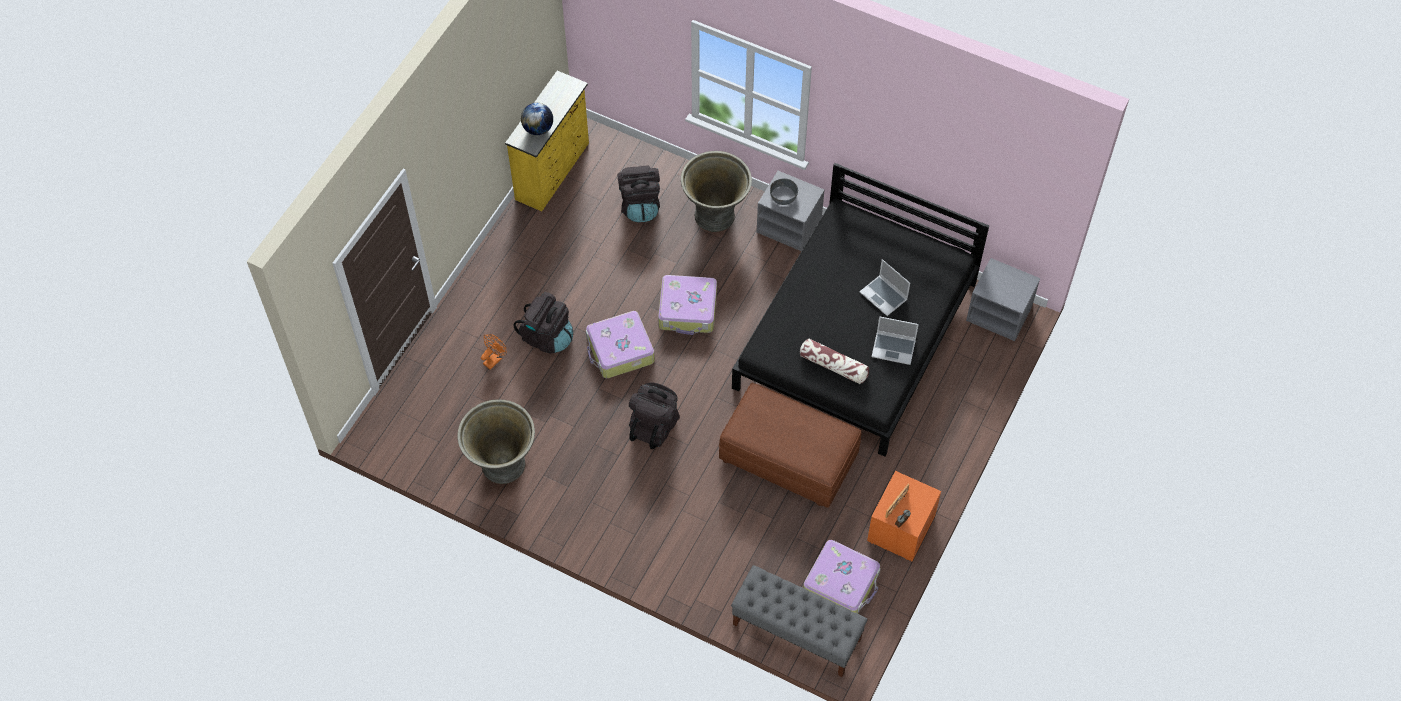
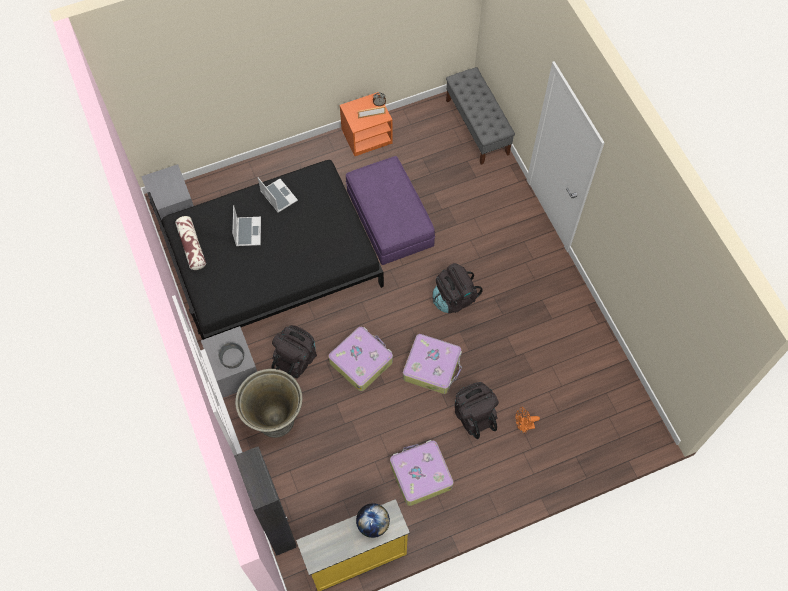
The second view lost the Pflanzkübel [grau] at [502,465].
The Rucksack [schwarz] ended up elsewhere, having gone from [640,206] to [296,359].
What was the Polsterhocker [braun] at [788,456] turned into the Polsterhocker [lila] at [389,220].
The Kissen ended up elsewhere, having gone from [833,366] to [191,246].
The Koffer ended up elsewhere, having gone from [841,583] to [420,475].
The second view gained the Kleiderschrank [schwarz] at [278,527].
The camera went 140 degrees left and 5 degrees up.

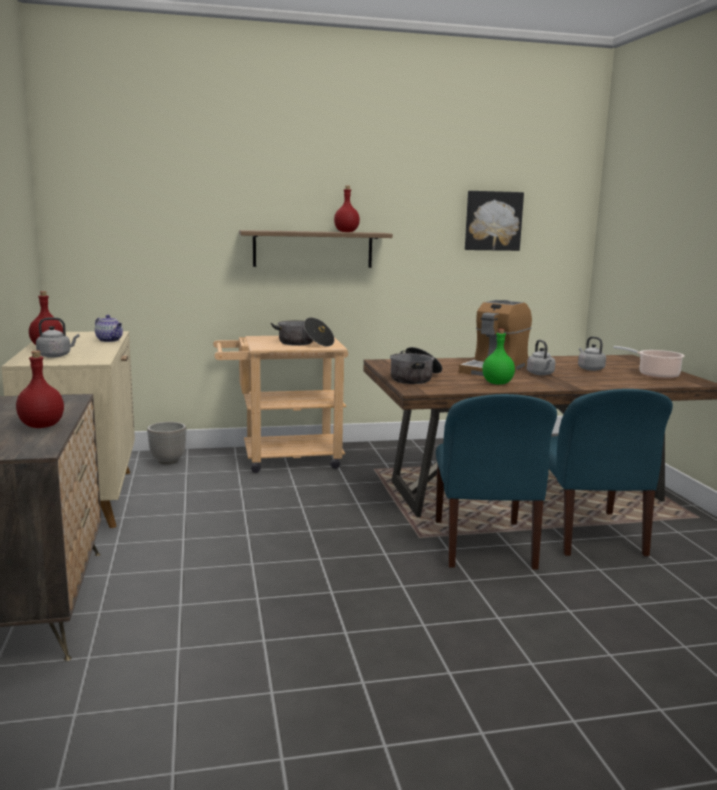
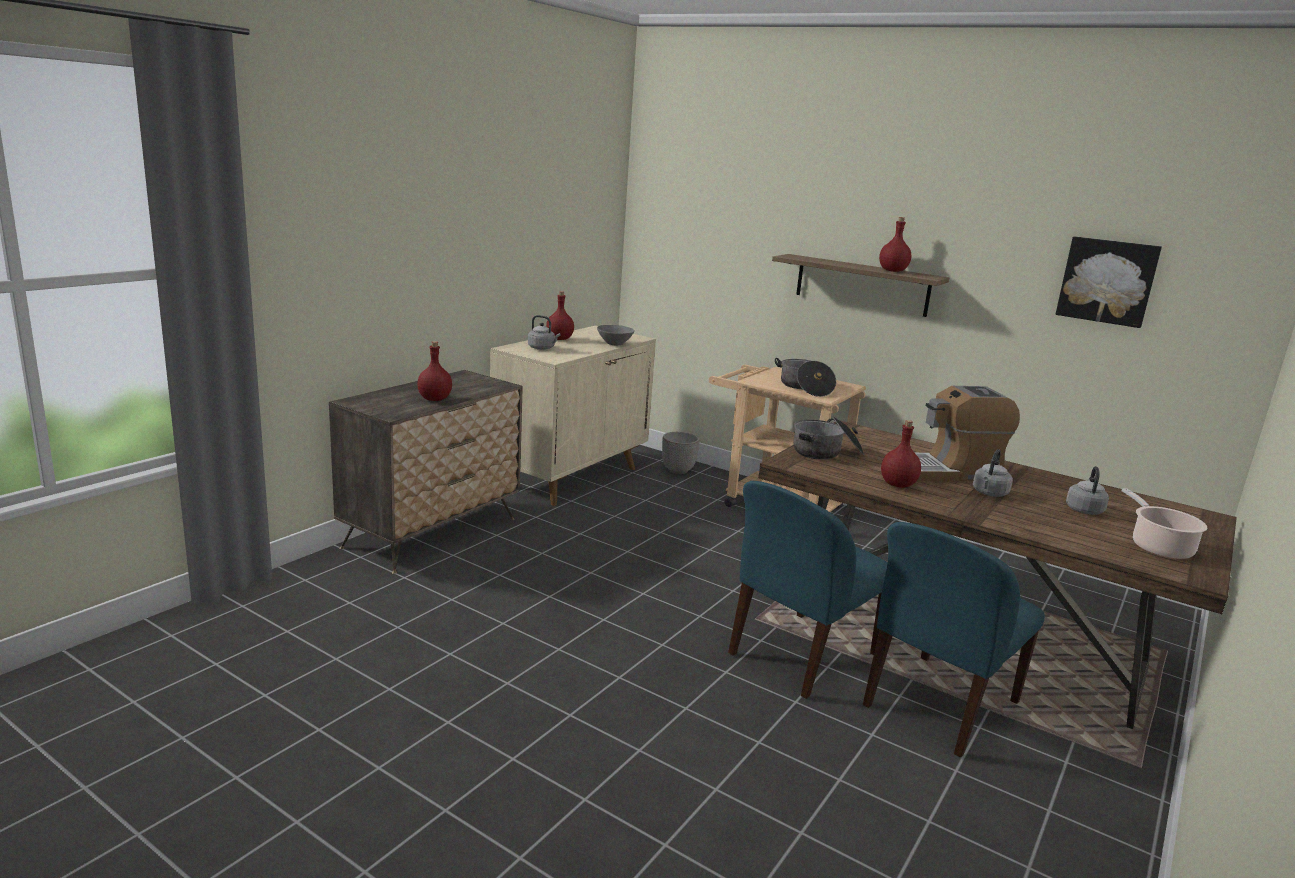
Where the Teekanne stood at [110,340], the Schüssel [grau] came to stand at [615,344].
What was the Flasche [grün] at [497,383] turned into the Flasche [rot] at [898,484].
The camera went 45 degrees right and 5 degrees up.

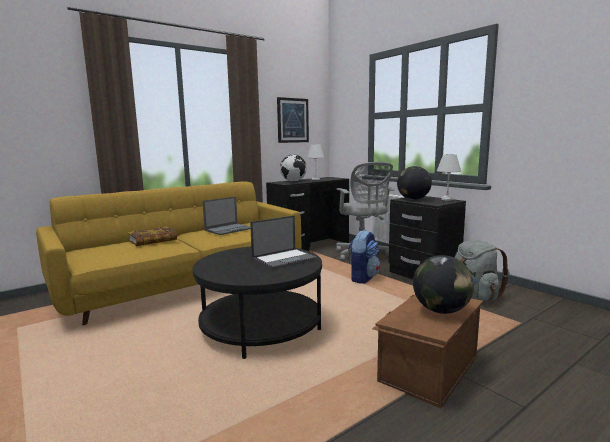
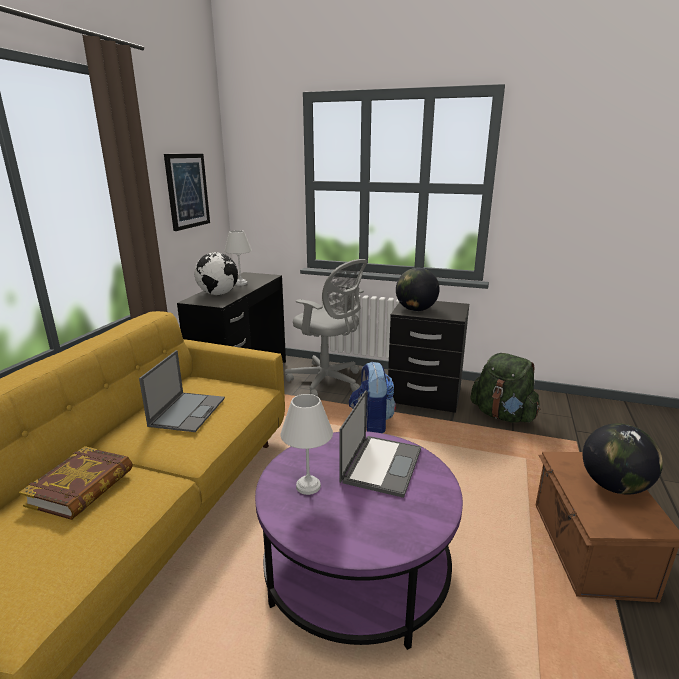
What was the Couchtisch [schwarz] at [261,327] turned into the Couchtisch [lila] at [356,570].
The Tischlampe [weiß] ended up elsewhere, having gone from [447,199] to [309,485].
What was the Rucksack [grau] at [474,296] turned into the Rucksack [grün] at [503,415].
The camera went 35 degrees left and 10 degrees up.

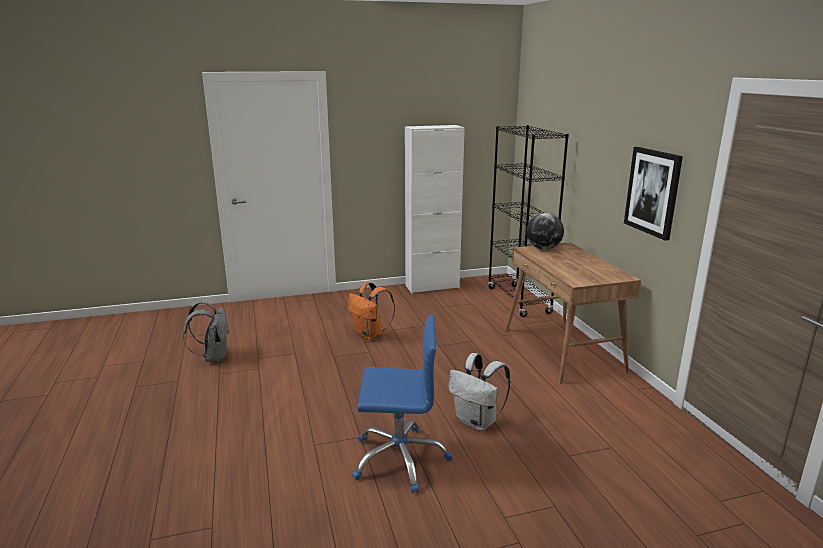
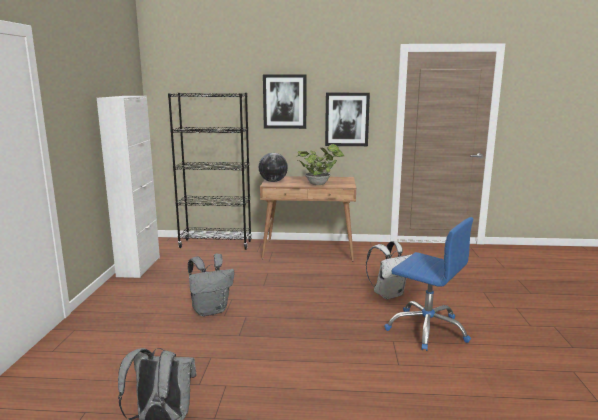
What was the Rucksack [orange] at [370,335] turned into the Rucksack [grau] at [211,310].
The Bürostuhl [blau] at [400,458] ended up facing another way, 105 degrees clockwise from before.
The second view gained the Bild at [285,101].
The second view gained the Topfpflanze at [319,184].
The camera went 70 degrees left and 5 degrees down.

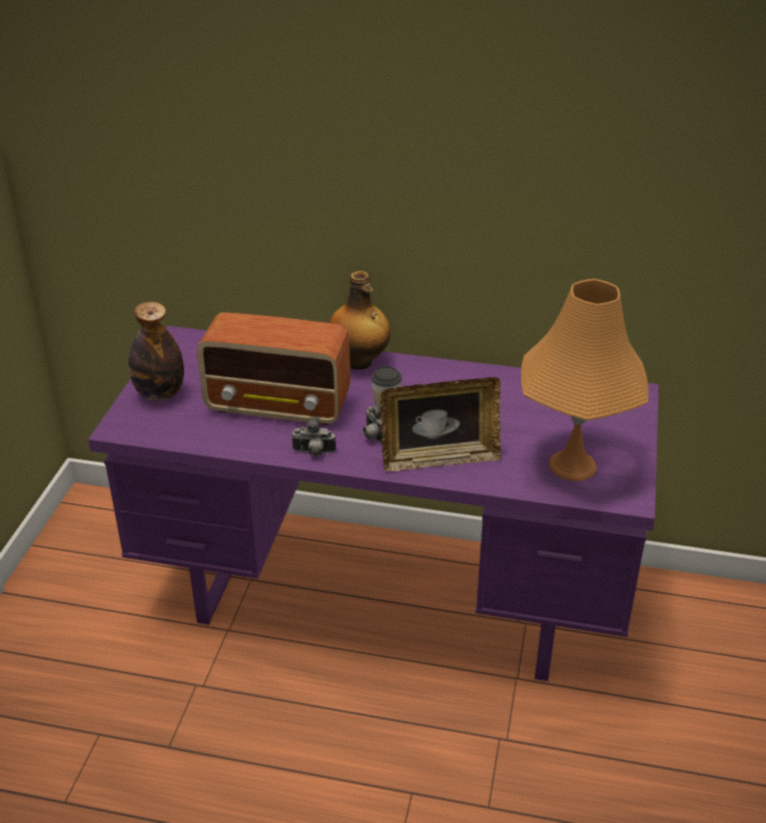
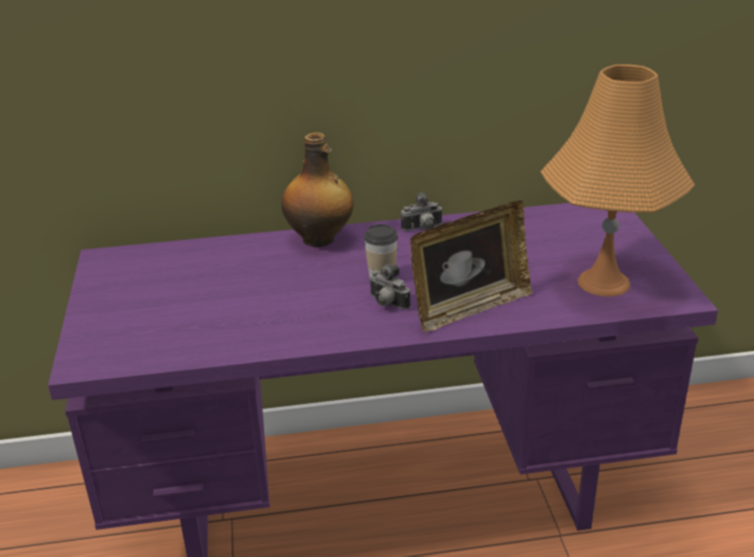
The second view lost the Flasche at [160,394].
The second view lost the Radio at [279,406].
The Kamera ended up elsewhere, having gone from [313,453] to [423,229].
The camera went 20 degrees left and 5 degrees down.

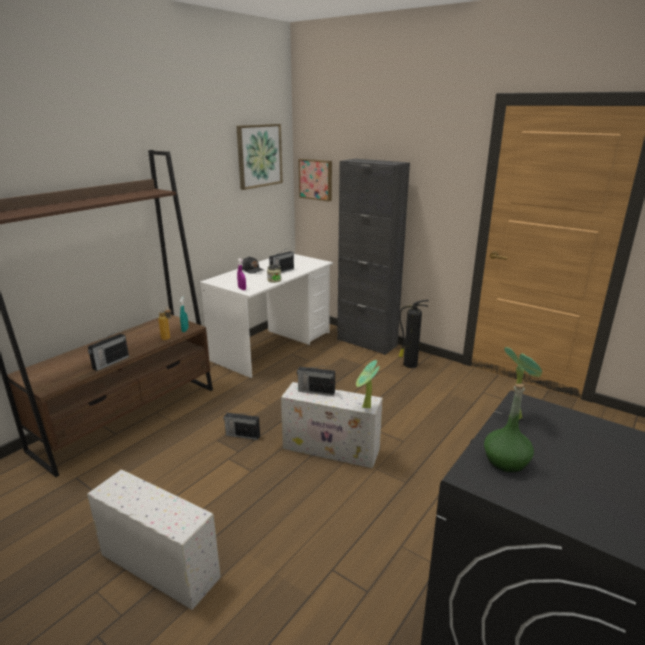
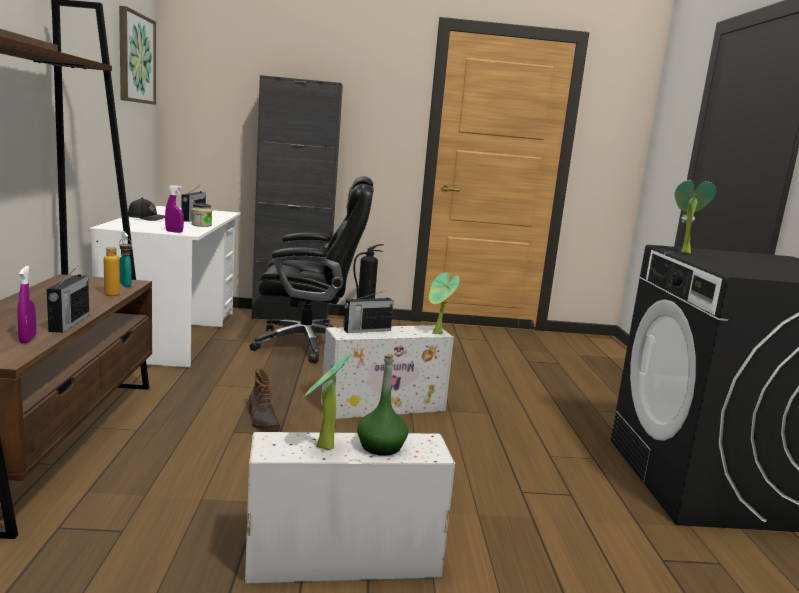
Where the Radio stood at [242,435], the Stiefel came to stand at [261,420].
The second view lost the Bild at [316,179].
The Flasche [grün] ended up elsewhere, having gone from [505,461] to [381,447].
The second view gained the Sprühflasche [lila] at [28,339].
The second view gained the Bürostuhl [schwarz] at [309,344].
The second view gained the Topfpflanze at [322,448].
The camera went 40 degrees left and 10 degrees down.

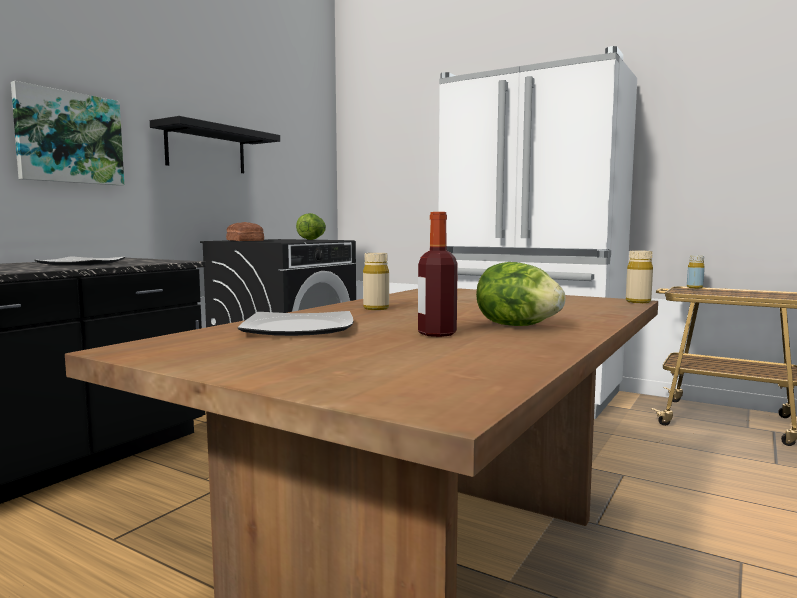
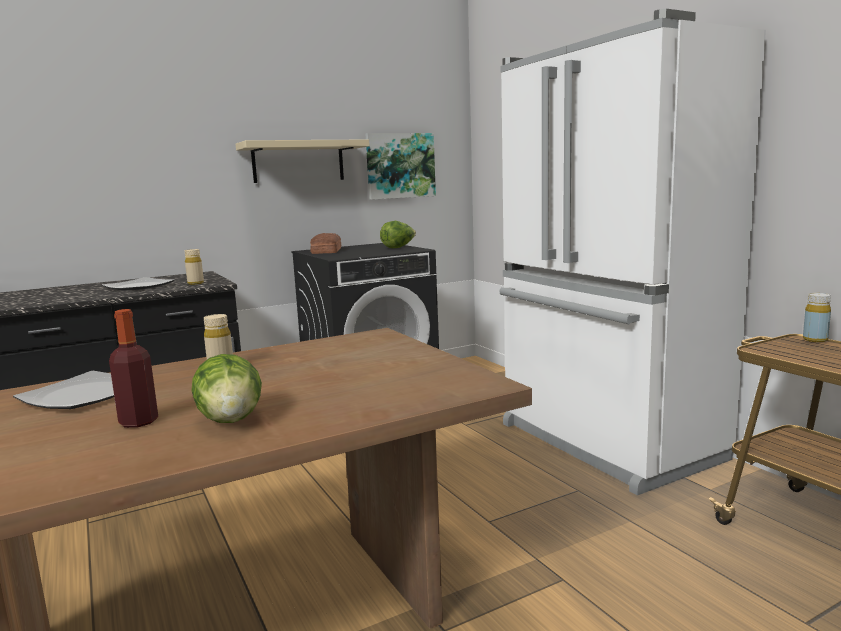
The Bild ended up elsewhere, having gone from [69,138] to [400,166].
What was the Wandregal [schwarz] at [206,149] turned into the Wandregal [beige] at [298,162].
The Flasche [beige] ended up elsewhere, having gone from [638,302] to [195,283].
The camera went 30 degrees right and 5 degrees up.

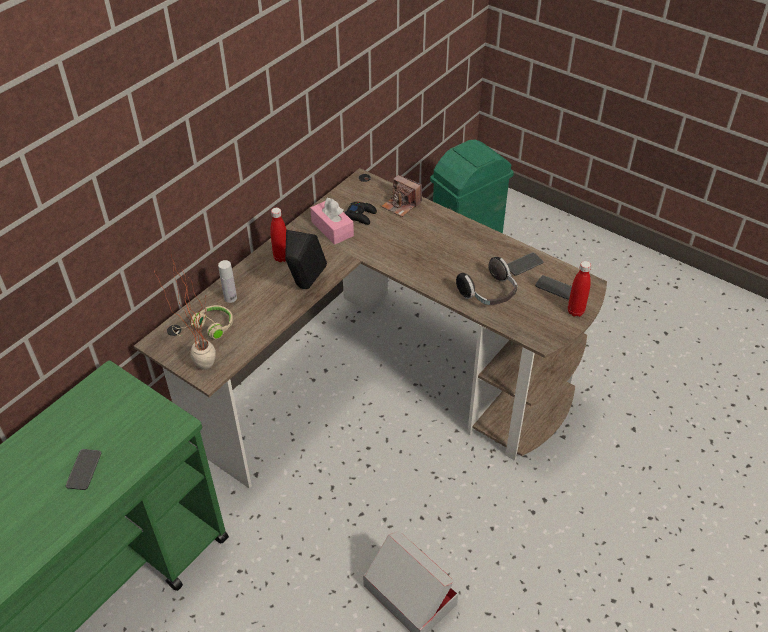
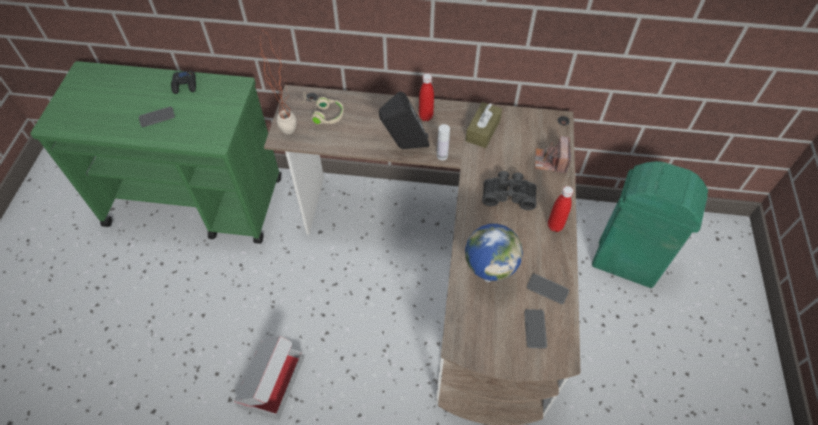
The Flasche [weiß] ended up elsewhere, having gone from [230,298] to [442,156].
What was the Taschentuchbox [rosa] at [332,229] turned into the Taschentuchbox [braun] at [483,130].
The Gamepad [schwarz] ended up elsewhere, having gone from [361,216] to [185,85].
Where the Kopfhörer stood at [489,294], the Globus came to stand at [487,277].
The Flasche [rot] ended up elsewhere, having gone from [575,311] to [555,226].
The second view gained the Fernglas [schwarz] at [508,194].
The camera went 60 degrees right and 10 degrees up.

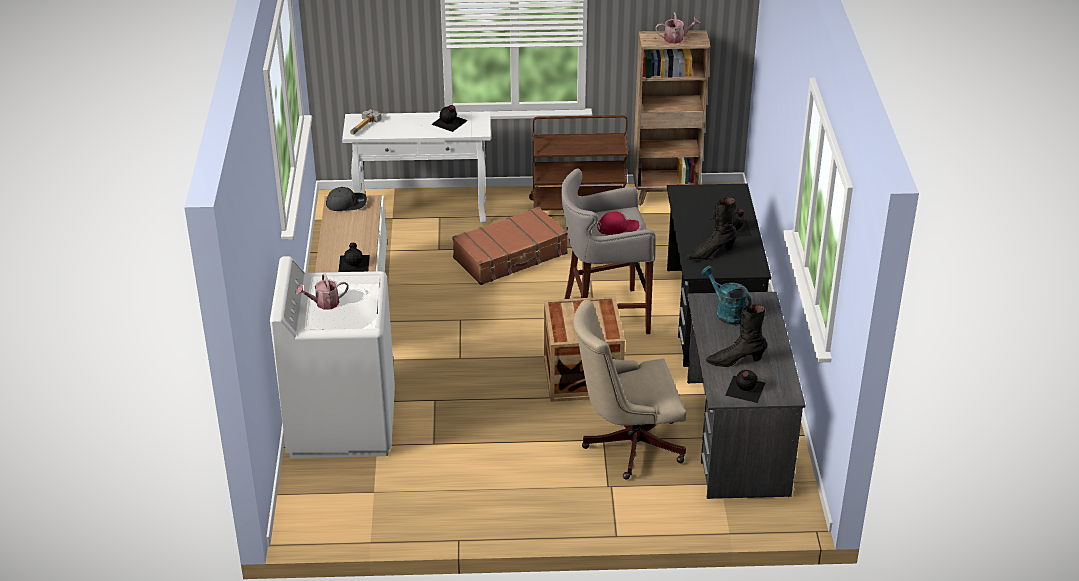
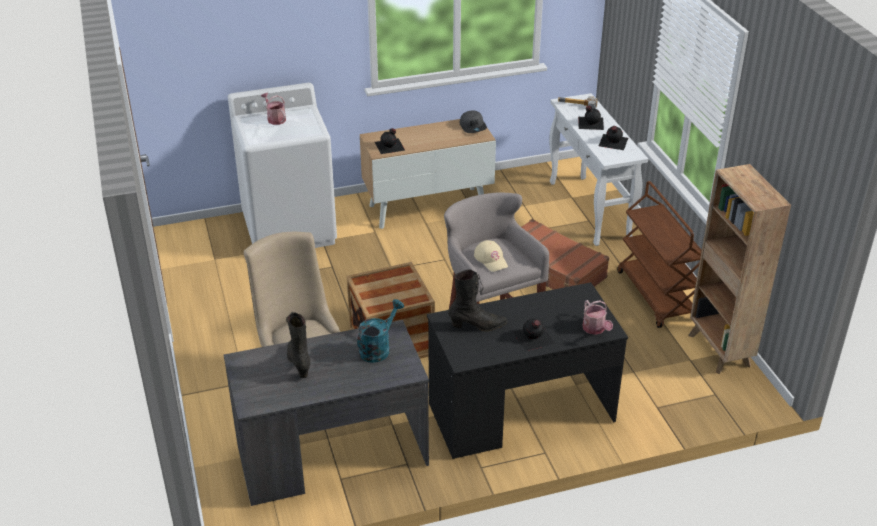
What was the Kappe [rot] at [617,227] turned into the Kappe [beige] at [491,259].
The Gießkanne ended up elsewhere, having gone from [676,39] to [595,329].
The Stiefel [schwarz] at [710,253] ended up facing another way, 120 degrees clockwise from before.
The Flasche [schwarz] ended up elsewhere, having gone from [744,389] to [590,122].
The camera went 75 degrees right and 0 degrees up.

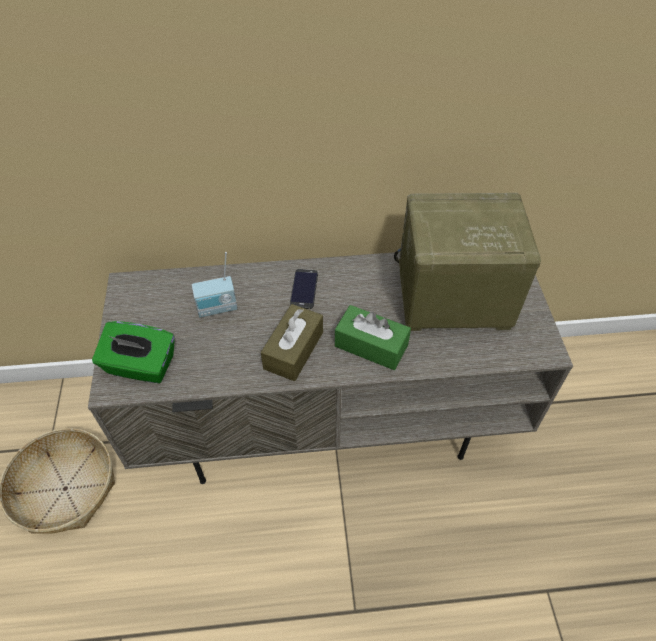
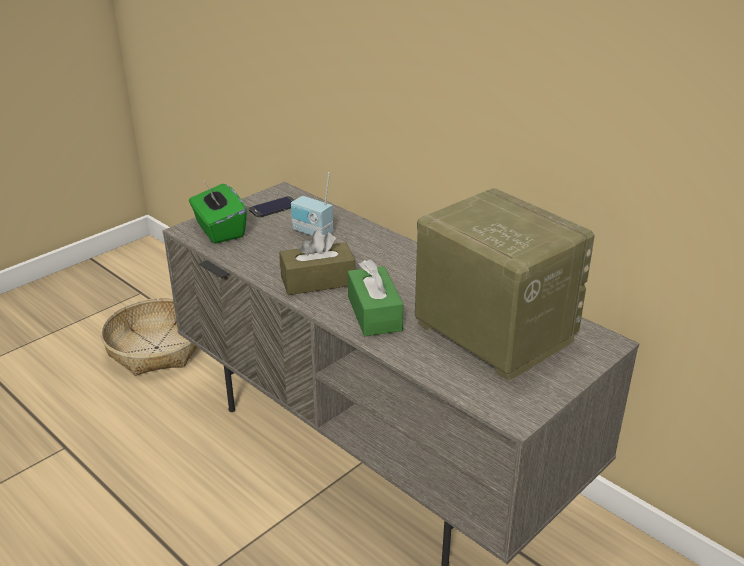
The Handy ended up elsewhere, having gone from [304,289] to [274,207].
The camera went 50 degrees right and 20 degrees down.

